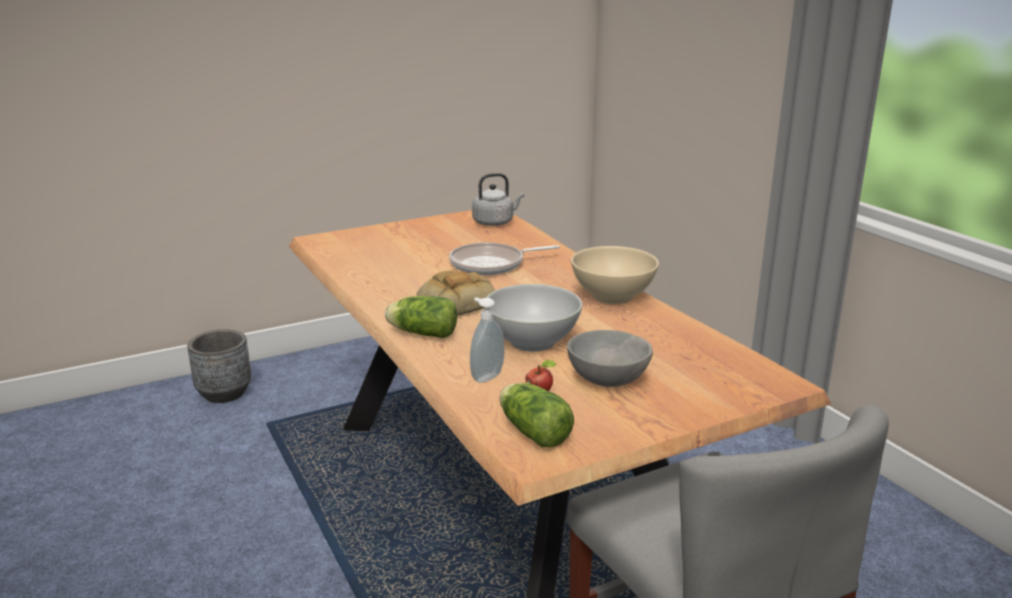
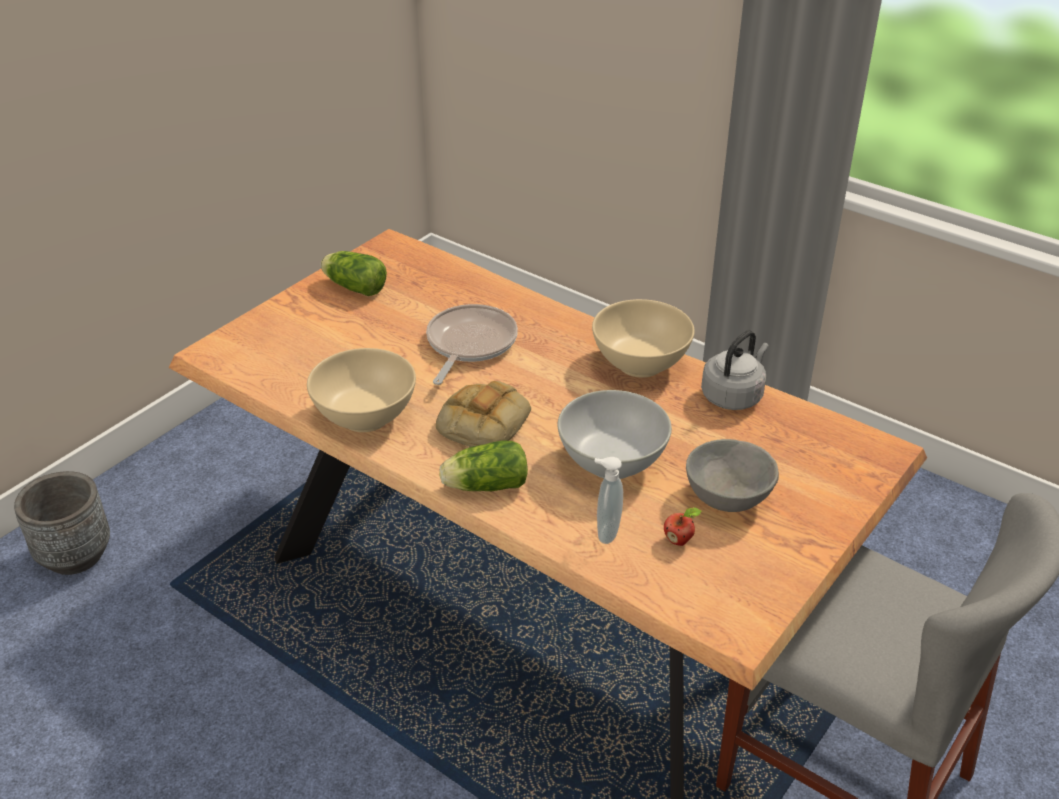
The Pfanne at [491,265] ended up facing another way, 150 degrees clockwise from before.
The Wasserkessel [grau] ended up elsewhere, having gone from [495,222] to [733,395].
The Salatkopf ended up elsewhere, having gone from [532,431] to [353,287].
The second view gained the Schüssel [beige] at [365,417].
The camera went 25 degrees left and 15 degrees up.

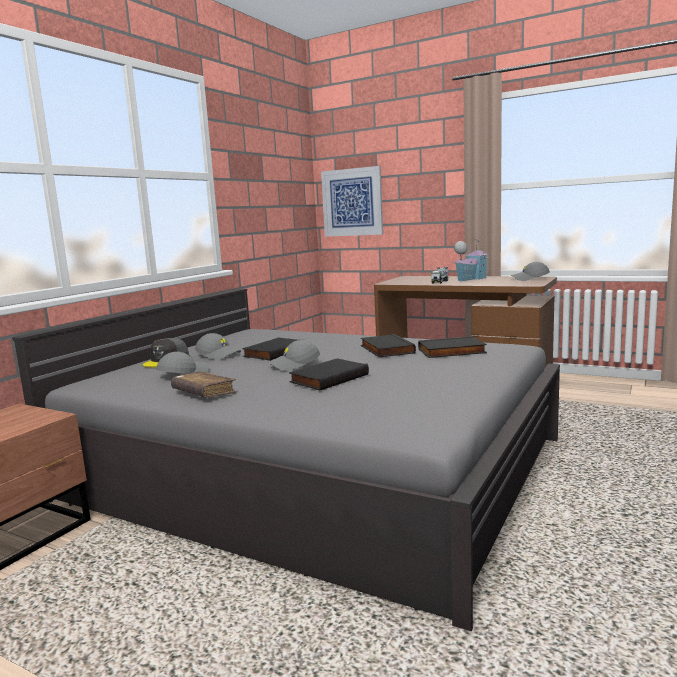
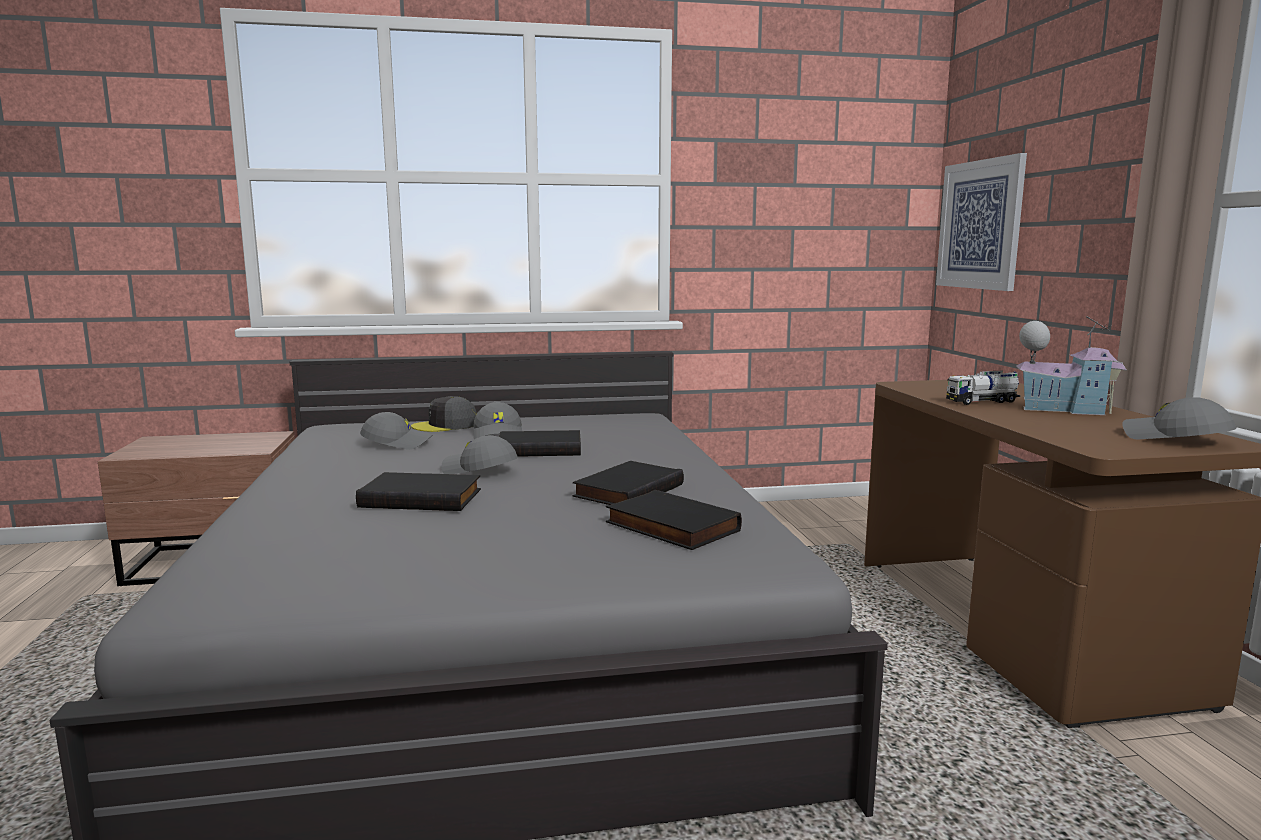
The second view lost the Buch [braun] at [204,393].
The camera went 50 degrees right and 0 degrees up.

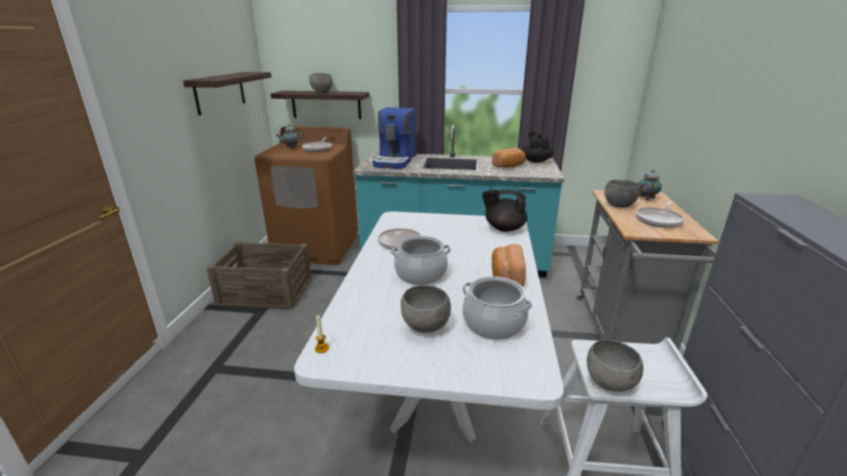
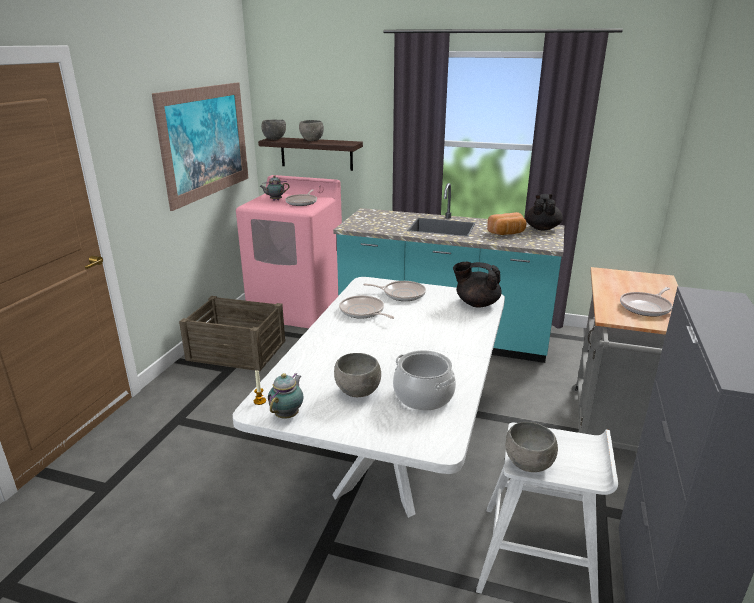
Where the Wandregal hung at [220,92], the Bild came to hang at [206,142].
What was the Waschmaschine [braun] at [317,248] turned into the Waschmaschine [rosa] at [297,309].
The second view lost the Kaffeemaschine at [396,161].
The second view lost the Kochtopf at [421,274].
The second view lost the Brot at [506,276].
The Schüssel [grau] ended up elsewhere, having gone from [618,206] to [274,139].
The Teekanne ended up elsewhere, having gone from [646,198] to [288,415].
The second view gained the Pfanne at [401,294].
The camera went 10 degrees right and 0 degrees up.

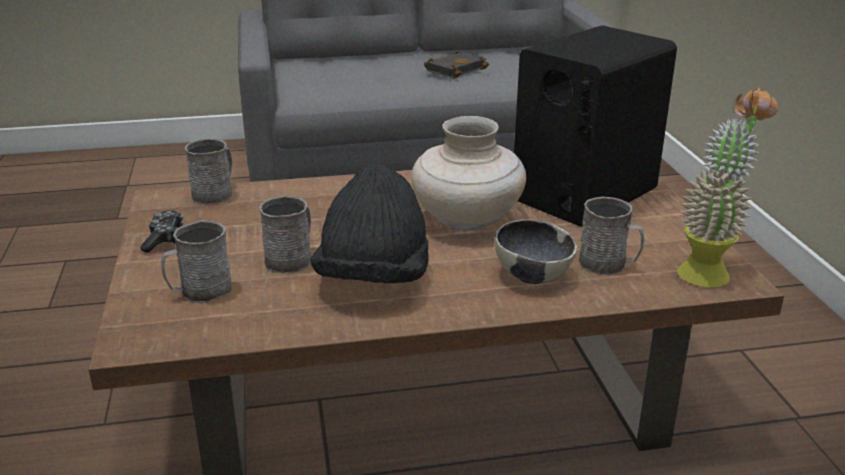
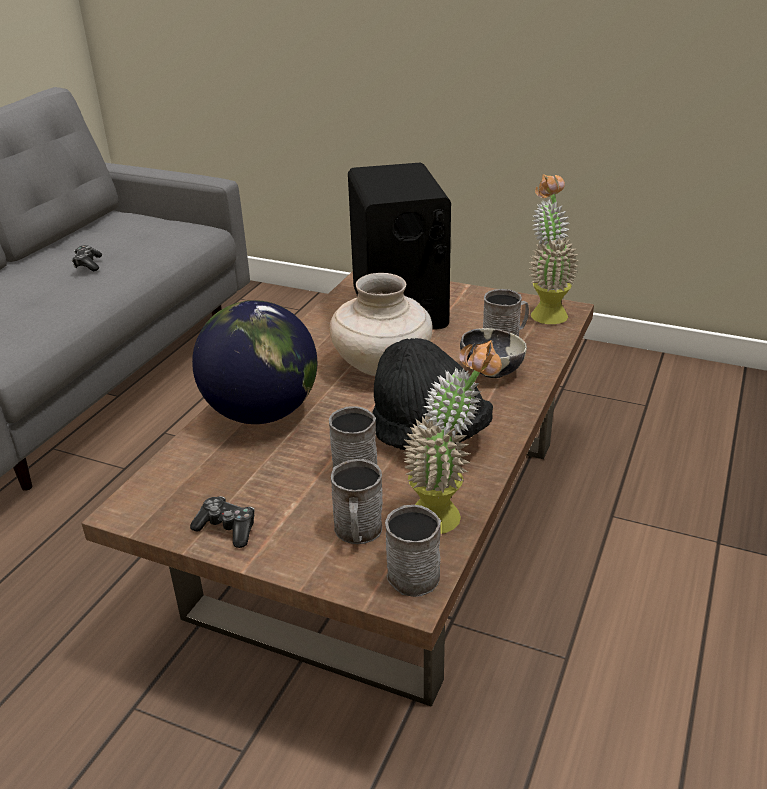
The Henkelbecher [grau] ended up elsewhere, having gone from [216,193] to [409,571].
Where the Buch [schwarz] stood at [455,69], the Gamepad came to stand at [88,264].
The second view gained the Globus at [261,414].
The second view gained the Topfpflanze at [447,513].
The camera went 55 degrees left and 5 degrees up.

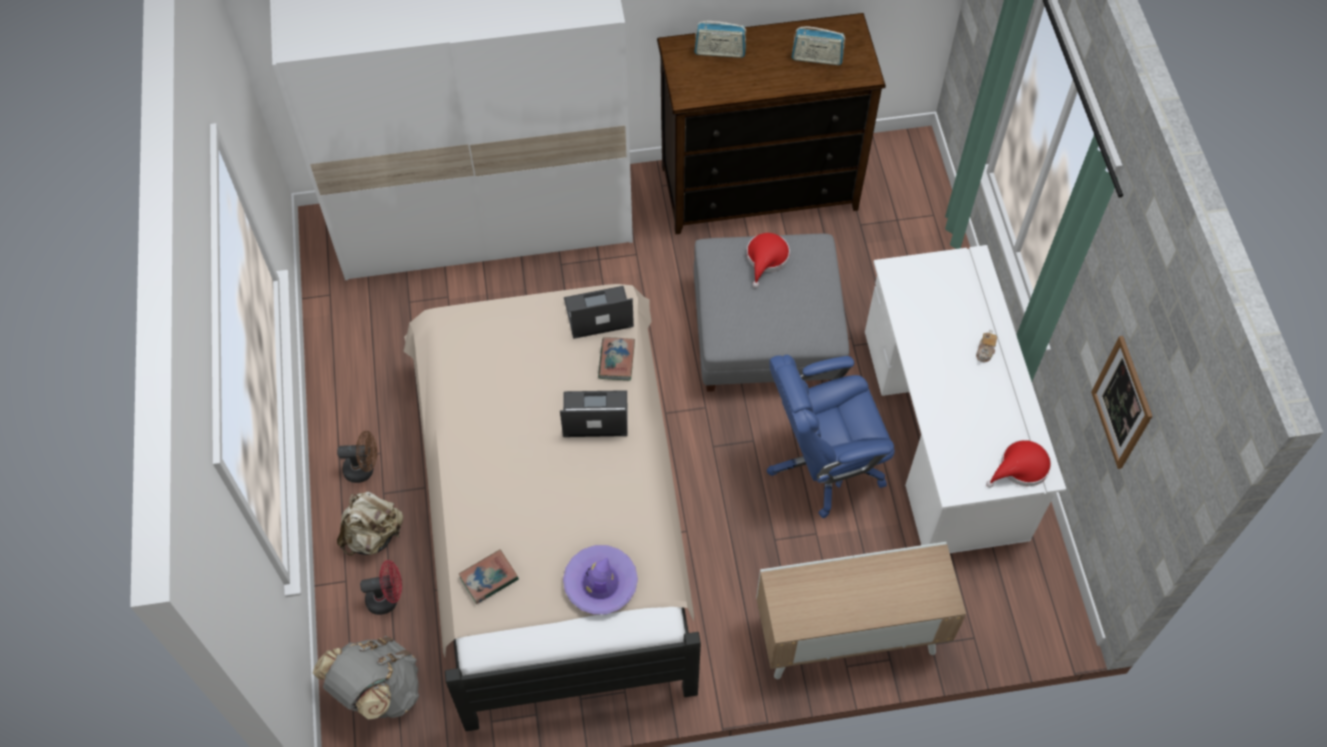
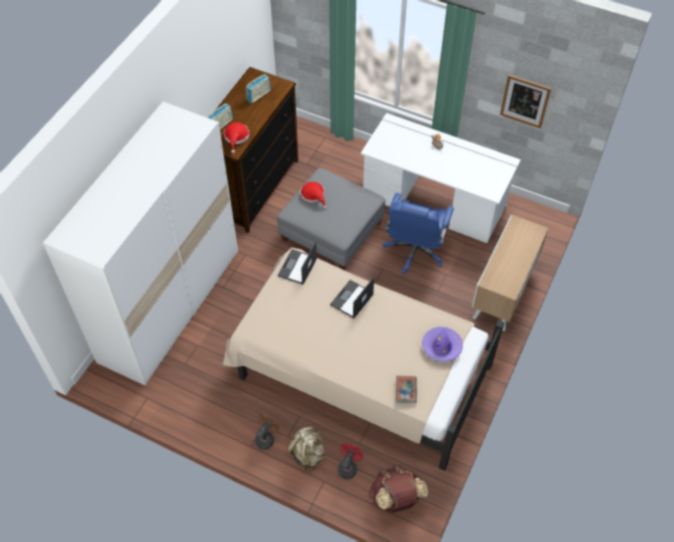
What was the Rucksack [grau] at [378,691] turned into the Rucksack [braun] at [395,499].
The second view lost the Buch at [616,360].
The Hut [rot] ended up elsewhere, having gone from [1021,468] to [236,137].
The camera went 55 degrees left and 5 degrees down.

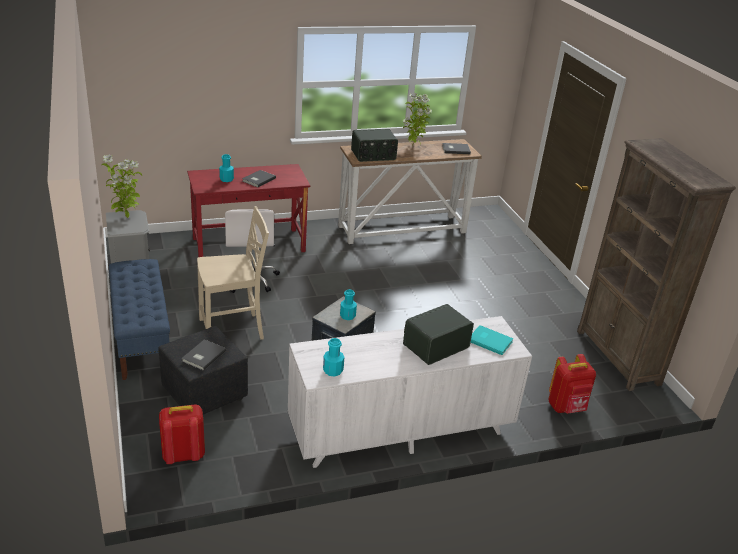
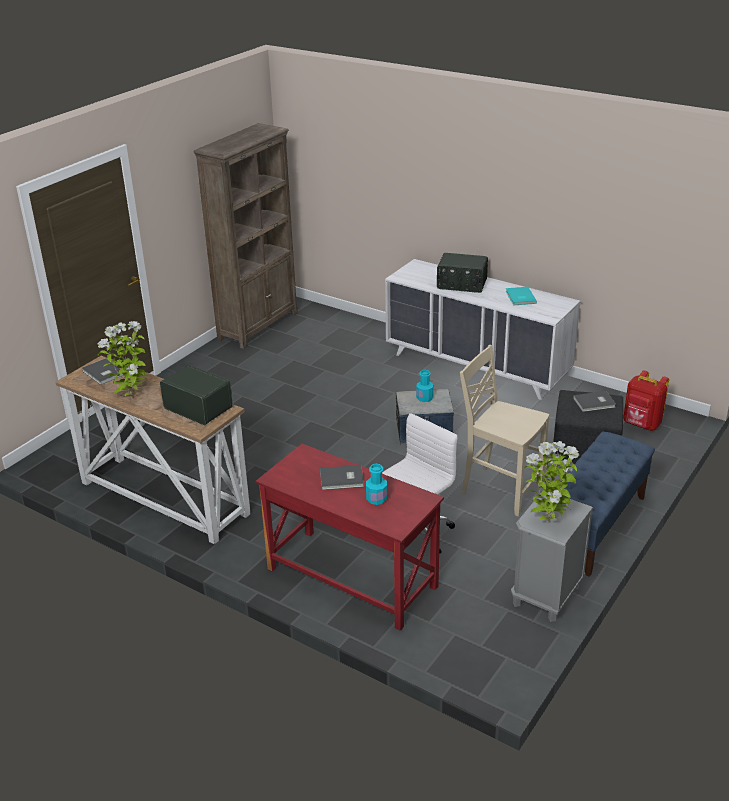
The second view lost the Flasche [türkis] at [333,370].
The Buch [türkis] ended up elsewhere, having gone from [490,340] to [520,297].
The second view lost the Rucksack [rot] at [567,407].
The camera went 125 degrees left and 0 degrees up.

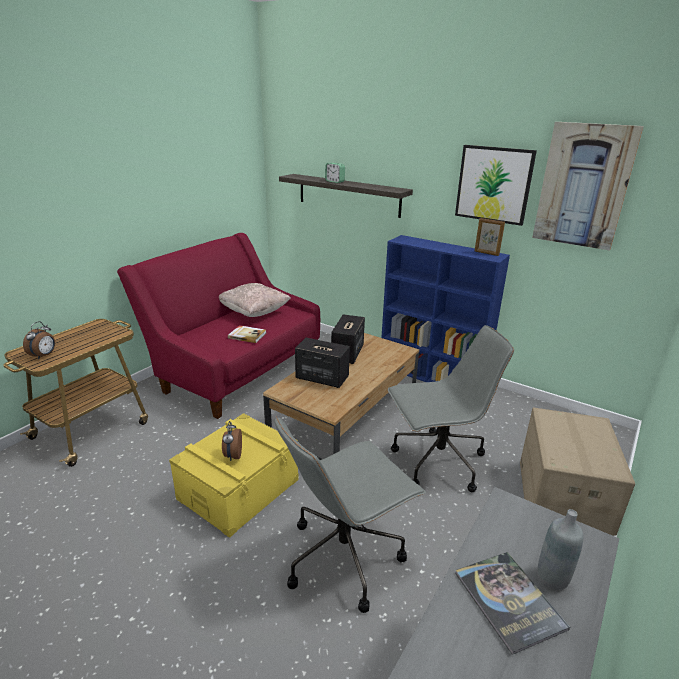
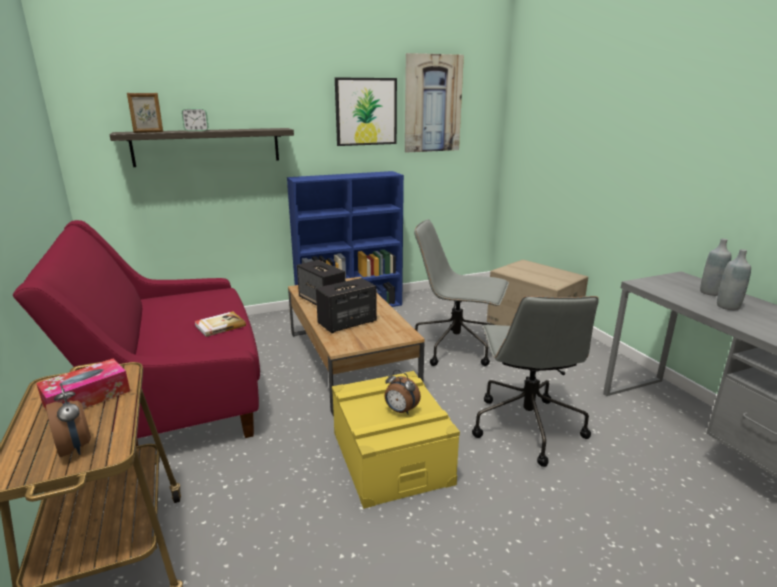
The second view lost the Kissen [beige] at [254,313].
The Bürostuhl [grau] at [437,463] ended up facing another way, 90 degrees counterclockwise from before.
Where the Buch stood at [508,600], the Flasche [grau] came to stand at [728,306].
The Bilderrahmen ended up elsewhere, having gone from [486,253] to [148,132].
The second view gained the Taschentuchbox at [87,397].
The camera went 55 degrees left and 5 degrees down.

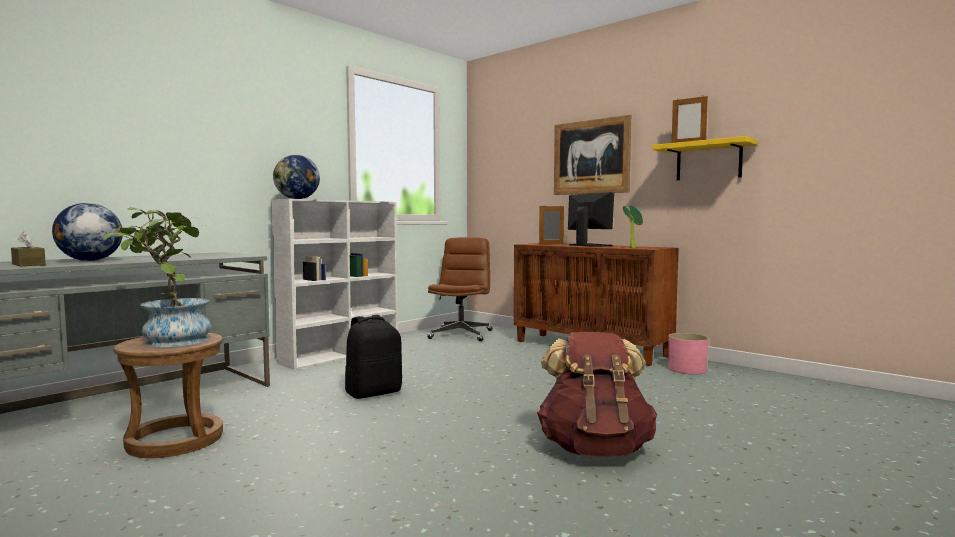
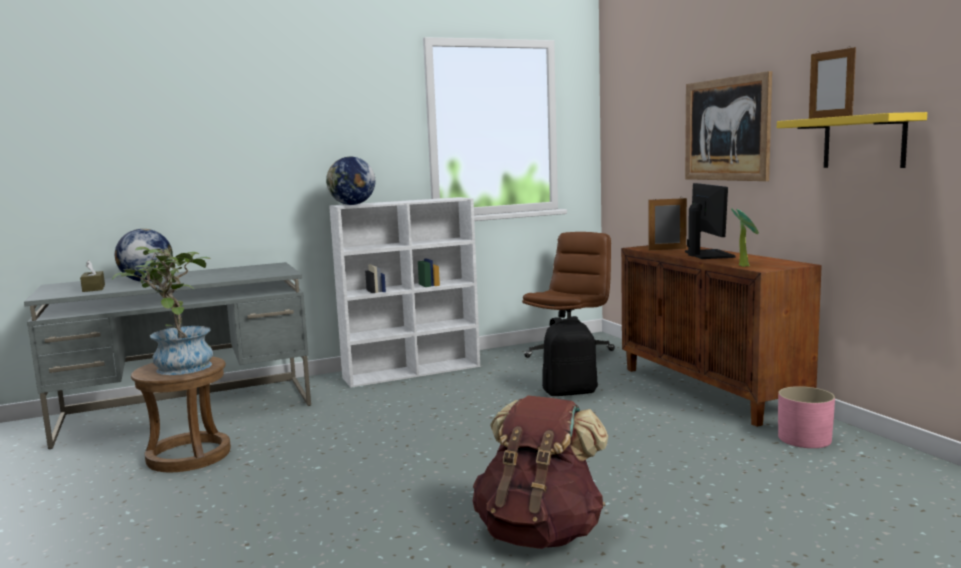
The Rucksack [schwarz] ended up elsewhere, having gone from [374,392] to [570,392].
The camera went 25 degrees right and 5 degrees up.

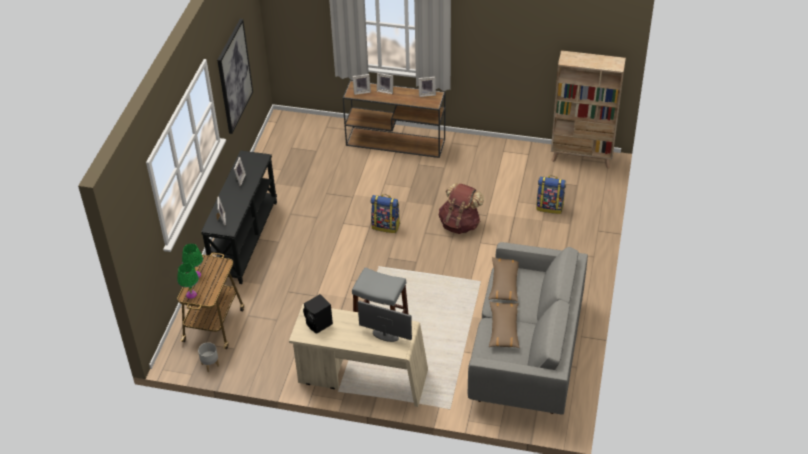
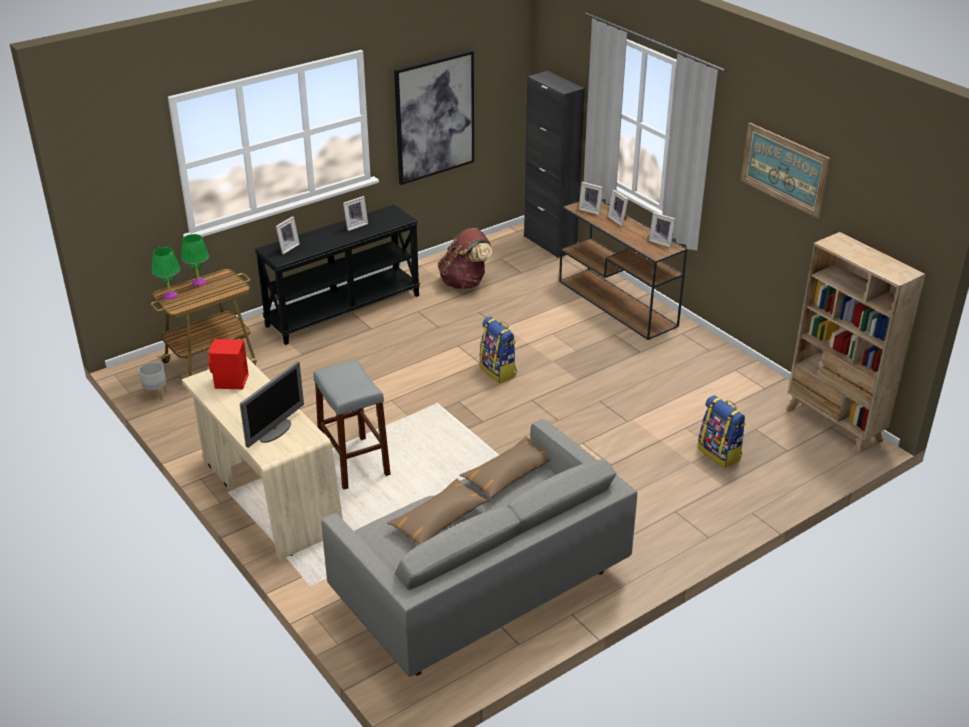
What was the Lautsprecher [schwarz] at [319,324] turned into the Lautsprecher [rot] at [230,382].
The Monitor at [385,335] ended up facing another way, 60 degrees clockwise from before.
The Rucksack [braun] ended up elsewhere, having gone from [460,224] to [465,283].
The second view gained the Schrank [schwarz] at [550,243].
The second view gained the Bild at [784,169].
The camera went 40 degrees right and 10 degrees down.

